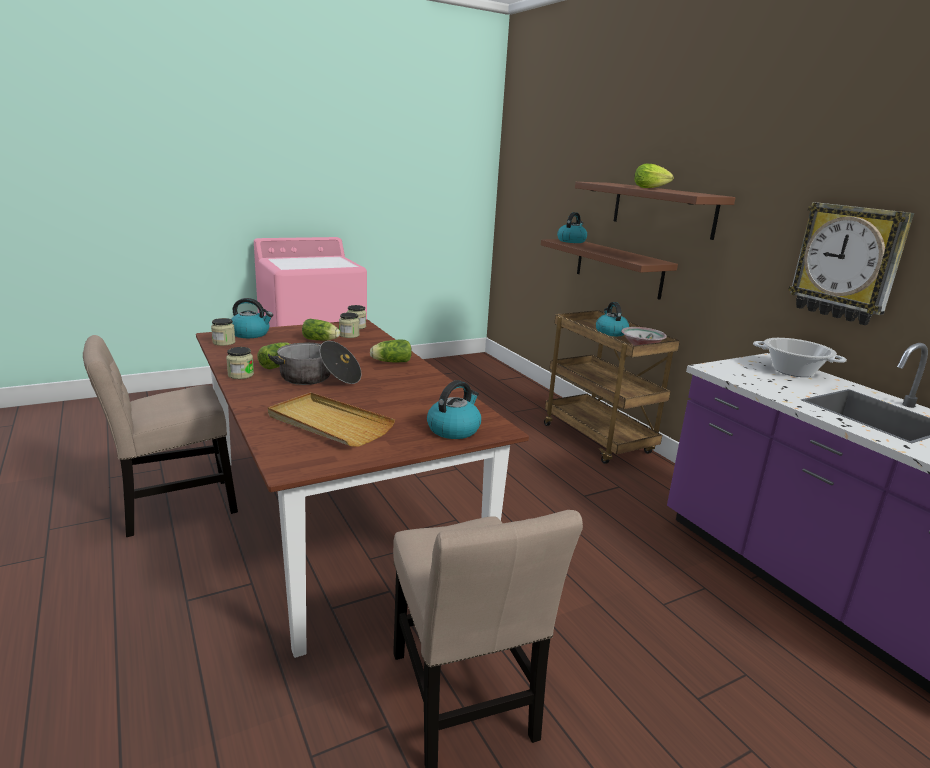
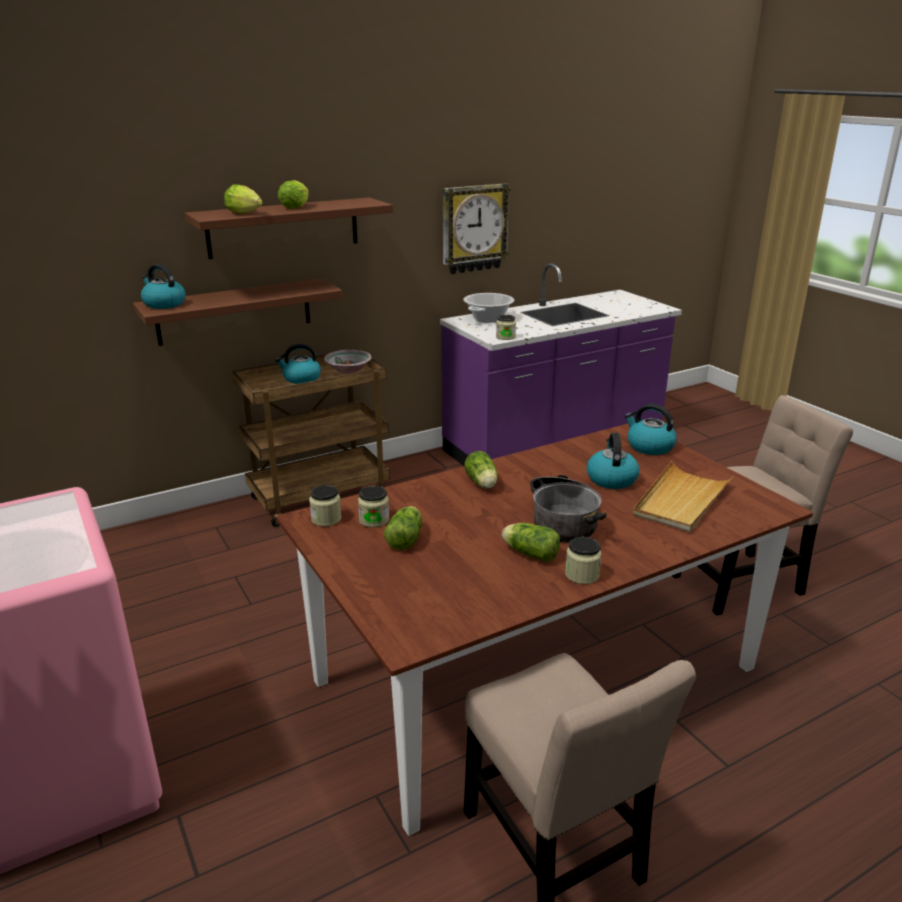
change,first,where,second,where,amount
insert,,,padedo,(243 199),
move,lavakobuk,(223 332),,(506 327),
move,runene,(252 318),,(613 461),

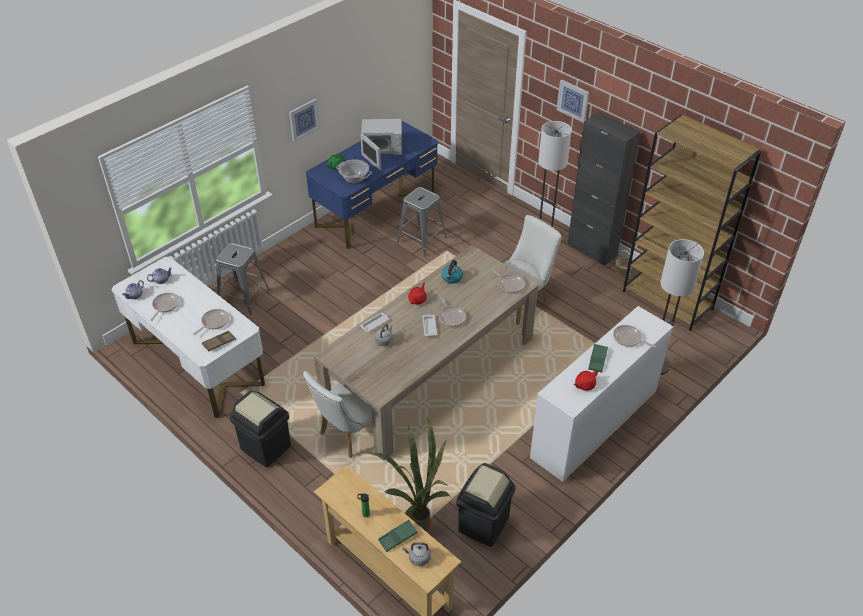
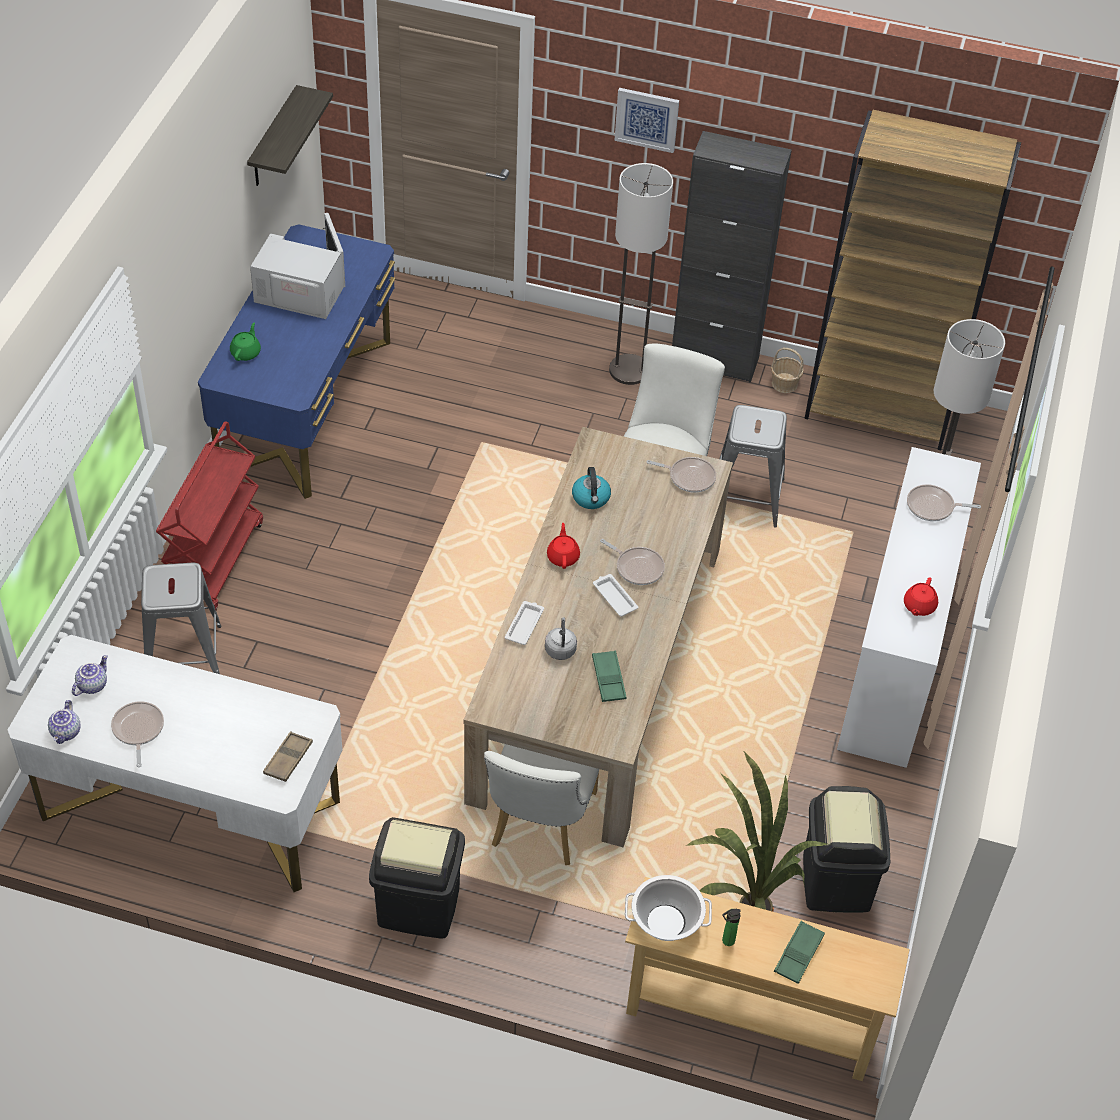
change,first,where,second,where,amount
insert,,,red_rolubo,(209 515),
insert,,,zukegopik,(290 135),
rotate,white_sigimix,(381 144),,(297 266),135 degrees counterclockwise
move,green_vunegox,(598 358),,(609 676),
move,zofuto,(354 171),,(668 908),
move,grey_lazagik,(422 221),,(753 466),
delete,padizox,(211 322),,,
delete,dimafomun,(304 120),,,
delete,grey_runene,(417 554),,,

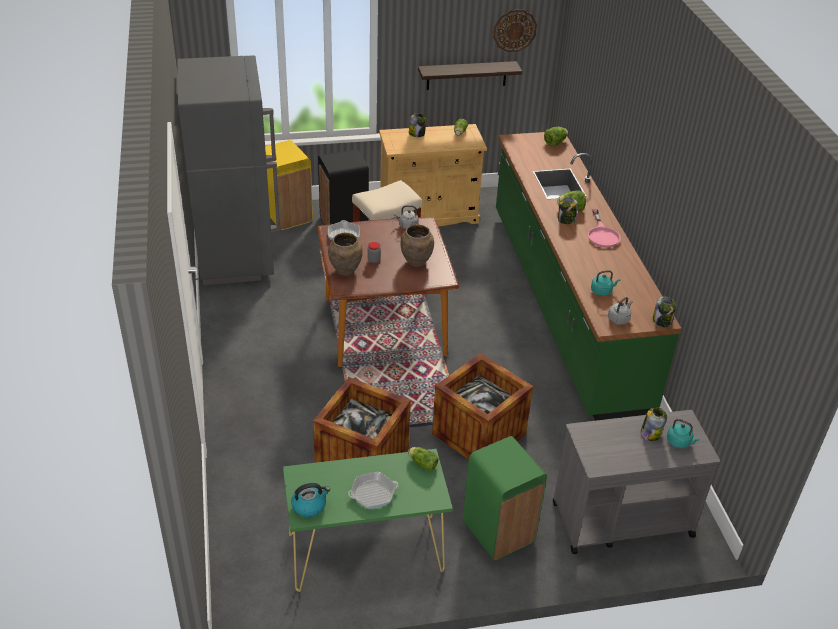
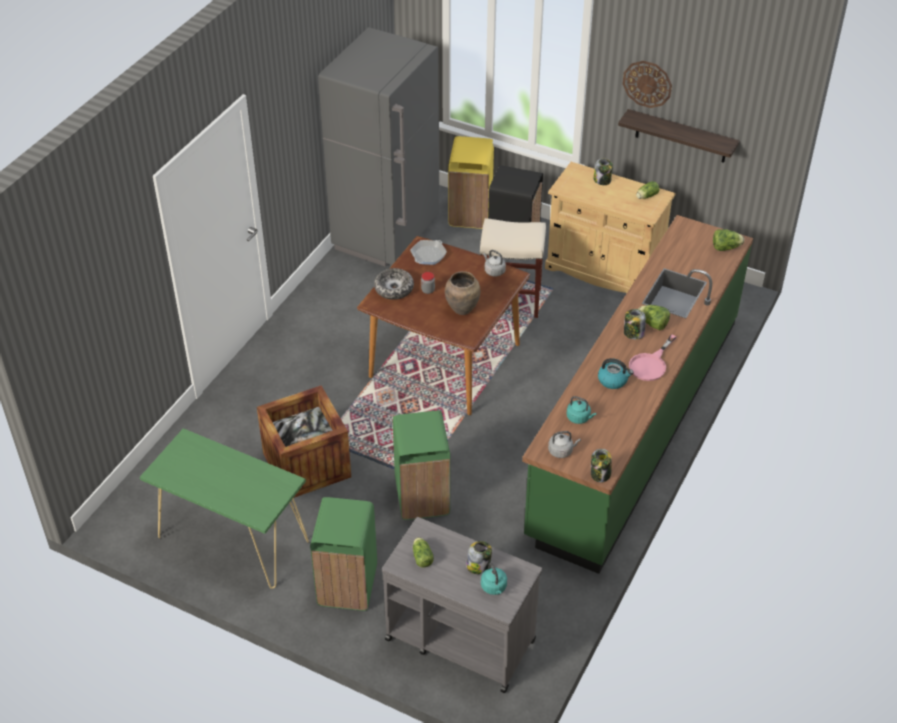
change,first,where,second,where,amount
replace,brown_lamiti,(345 254),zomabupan,(394 284),
replace,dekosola,(482 406),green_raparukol,(421 465),
move,padedo,(423 459),,(423 552),
move,runene,(310 500),,(616 373),
move,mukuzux,(515 31),,(647 84),
delete,padizox,(373 490),,,

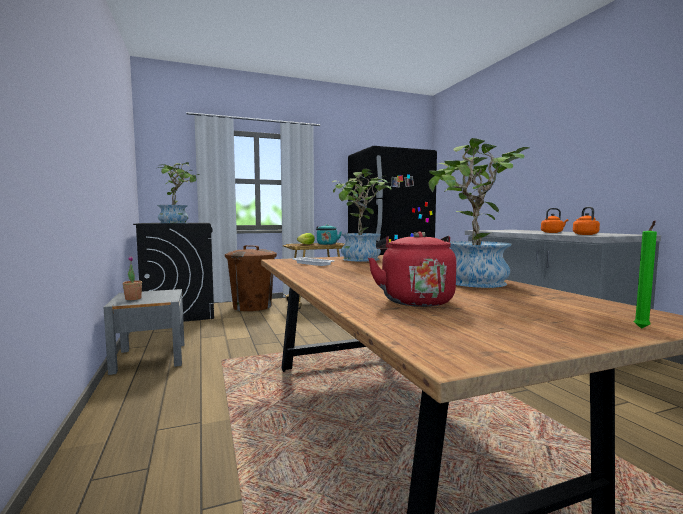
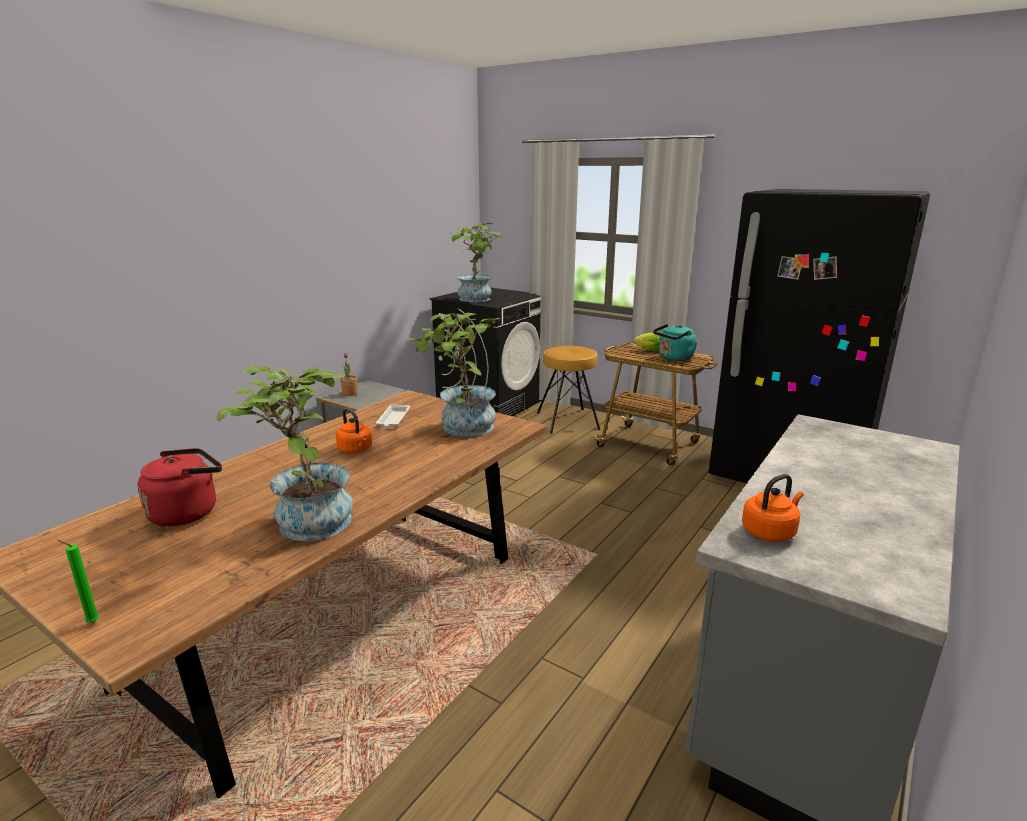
change,first,where,second,where,amount
move,orange_runene,(554 220),,(354 430),
replace,brown_raparukol,(251 278),brown_lazagik,(568 390),

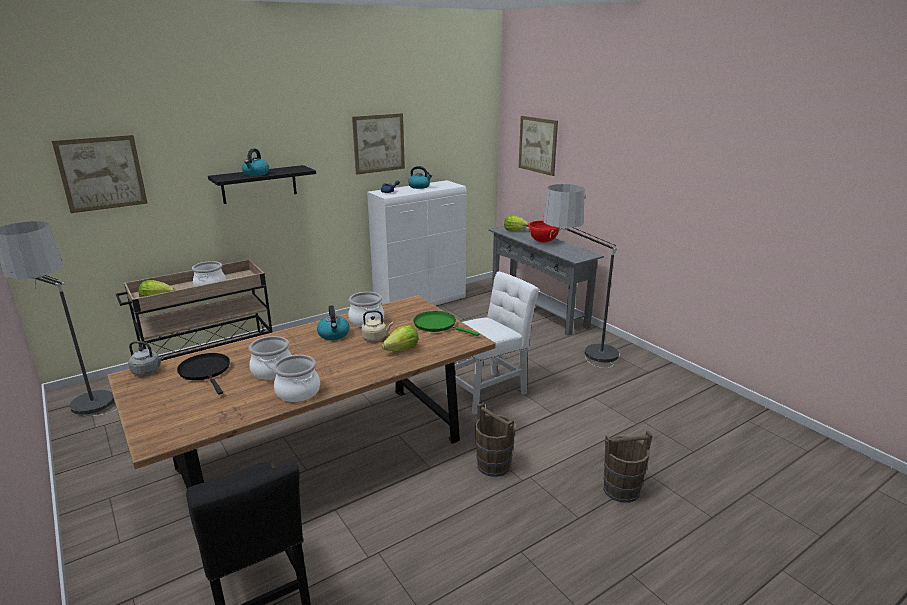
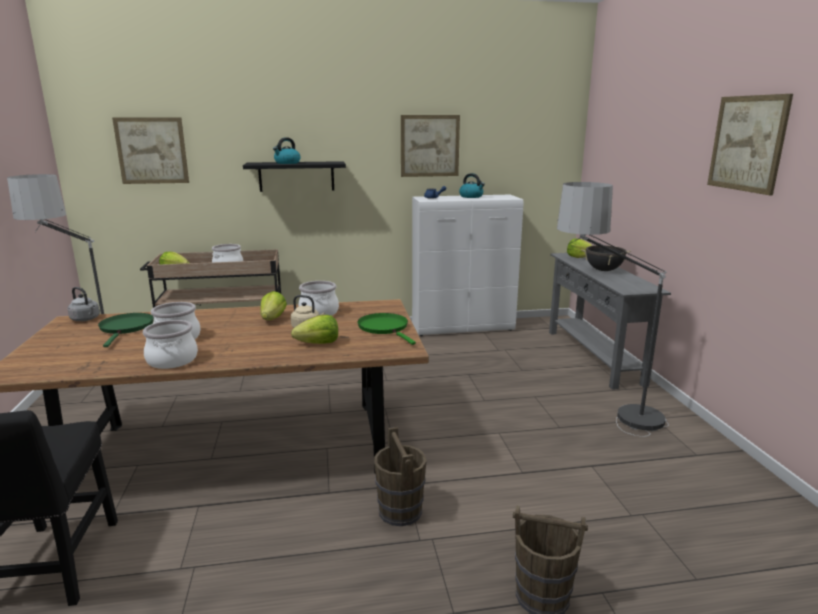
change,first,where,second,where,amount
recolor,black_padizox,(203 374),green_padizox,(126 330),
replace,runene,(333 322),padedo,(273 305),
recolor,red_zofuto,(543 231),black_zofuto,(606 258),
move,dimafomun,(538 146),,(750 144),
delete,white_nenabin,(492 343),,,

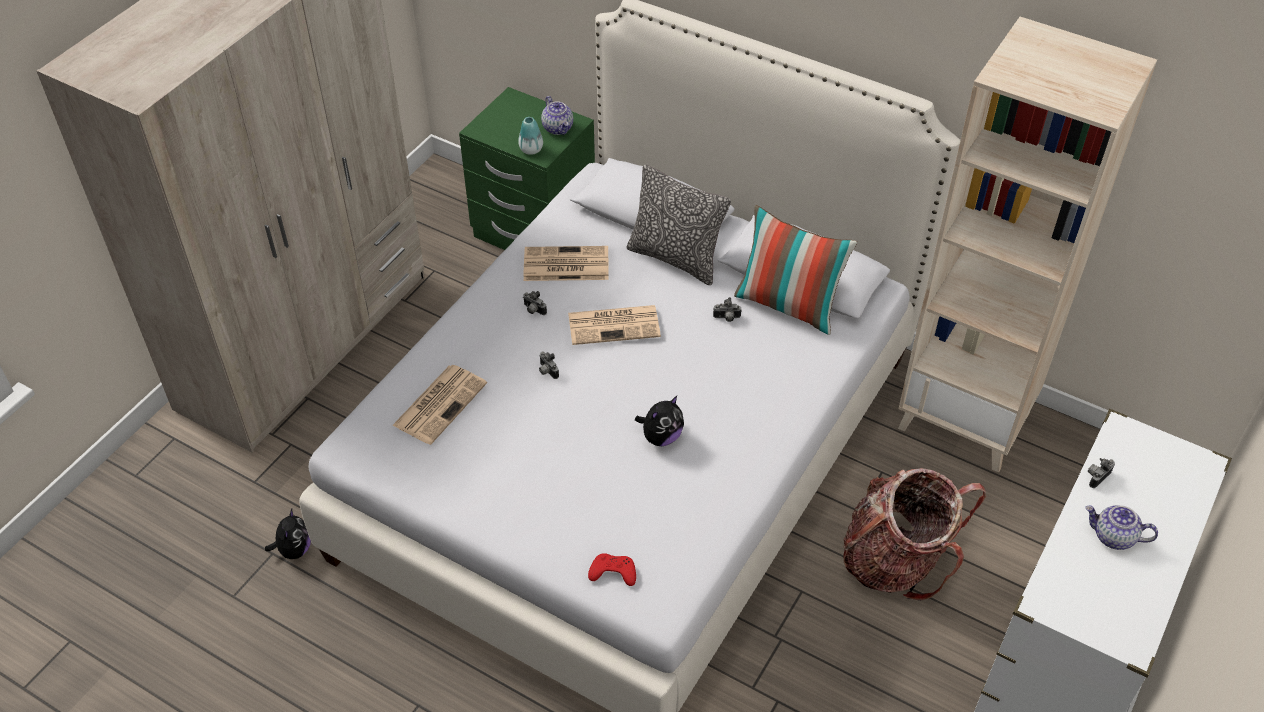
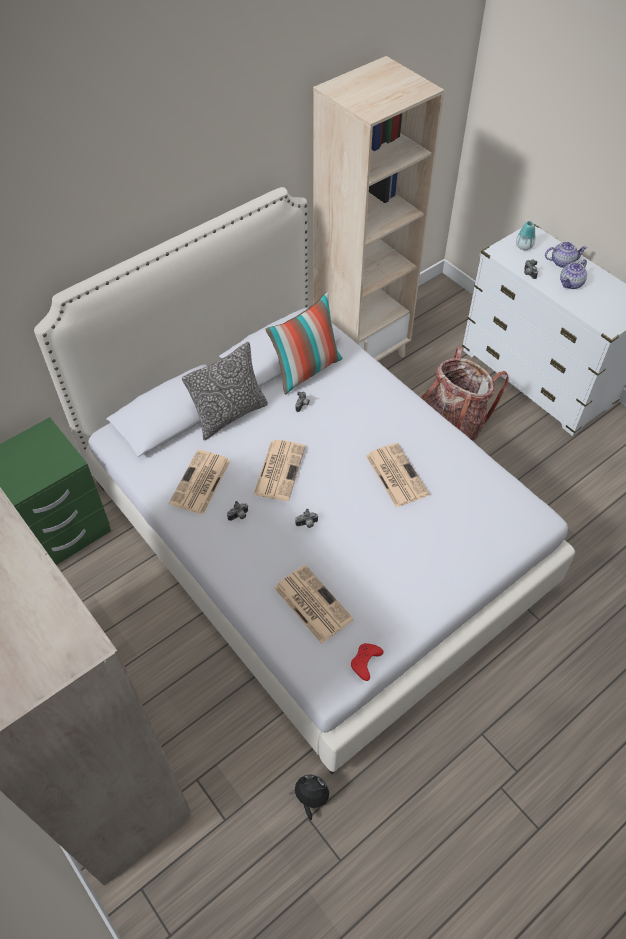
change,first,where,second,where,amount
move,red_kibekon,(612 569),,(367 662),
replace,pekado,(659 421),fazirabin,(398 475),
move,lamiti,(530 136),,(526 235),
move,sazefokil,(557 115),,(566 255),

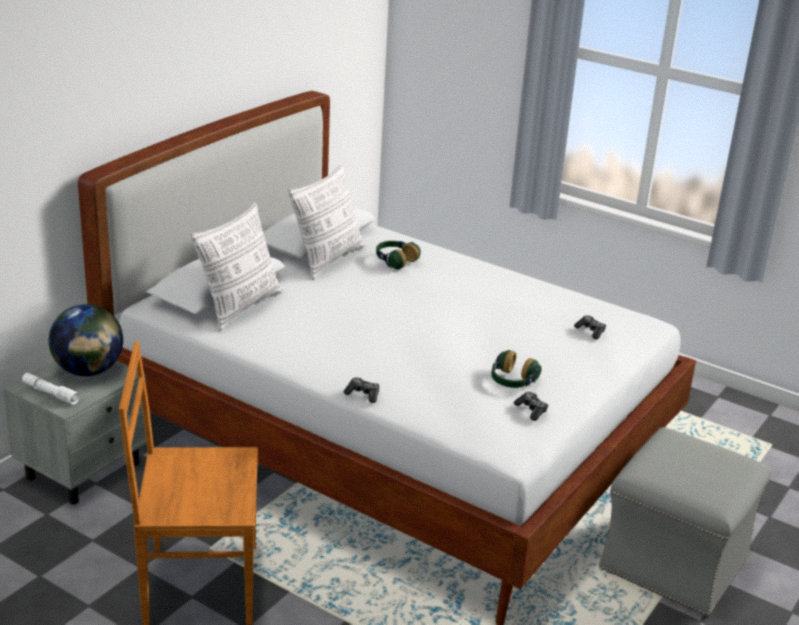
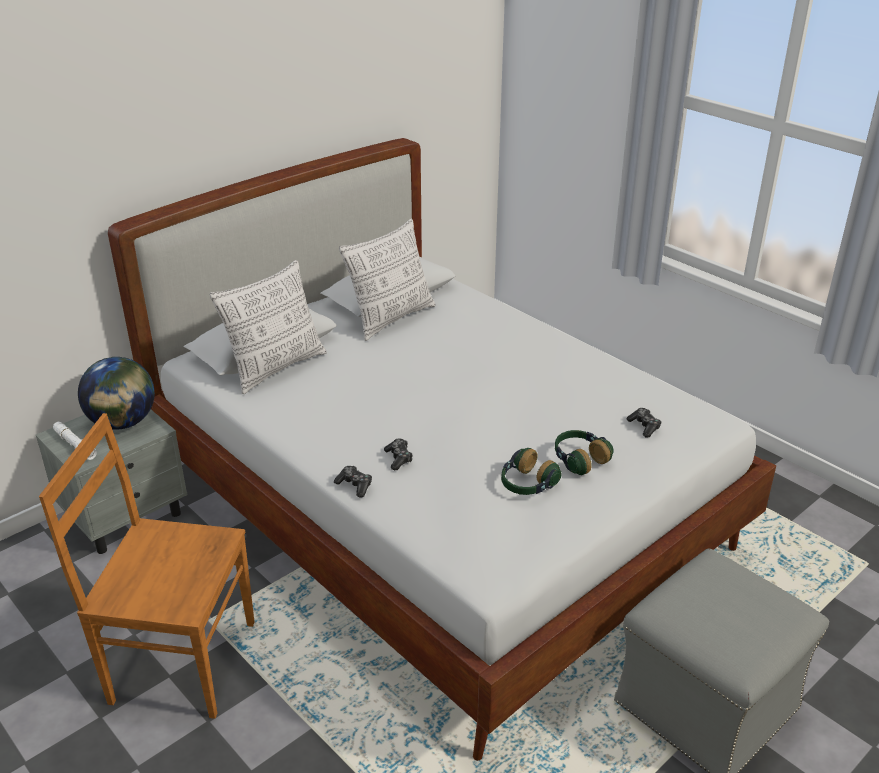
change,first,where,second,where,amount
move,kibekon,(531 406),,(398 454),
move,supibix,(398 255),,(584 452),

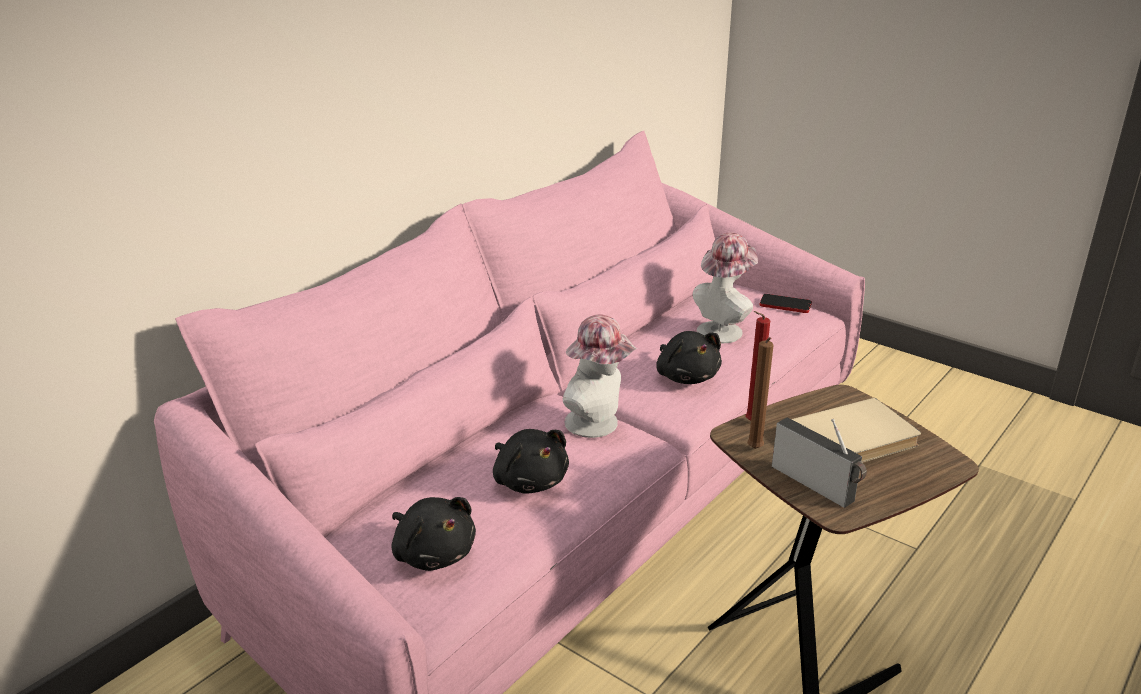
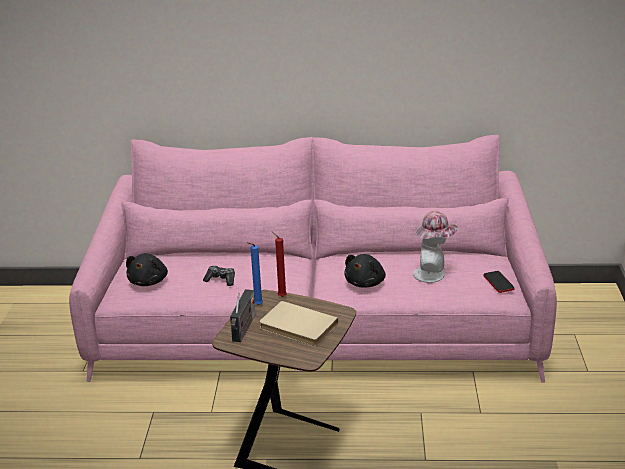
change,first,where,second,where,amount
replace,black_pekado,(531 461),kibekon,(219 276),
recolor,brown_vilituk,(760 393),blue_vilituk,(255 273),
delete,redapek,(600 376),,,

